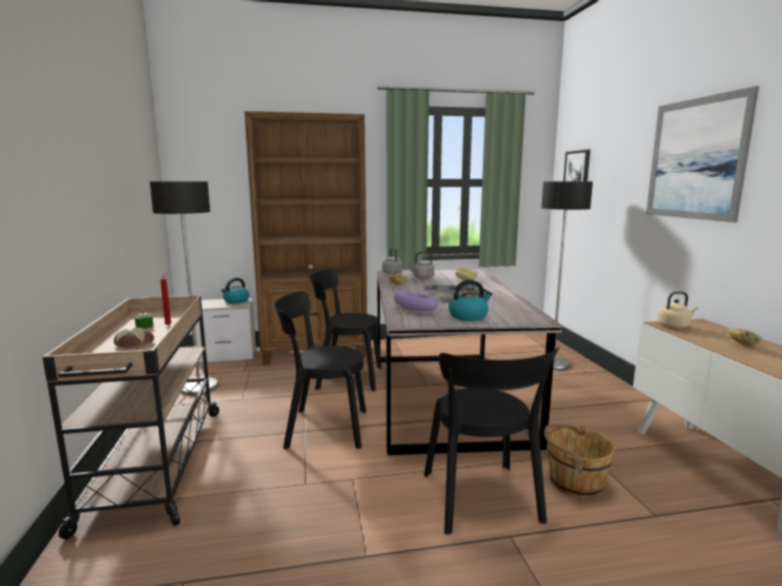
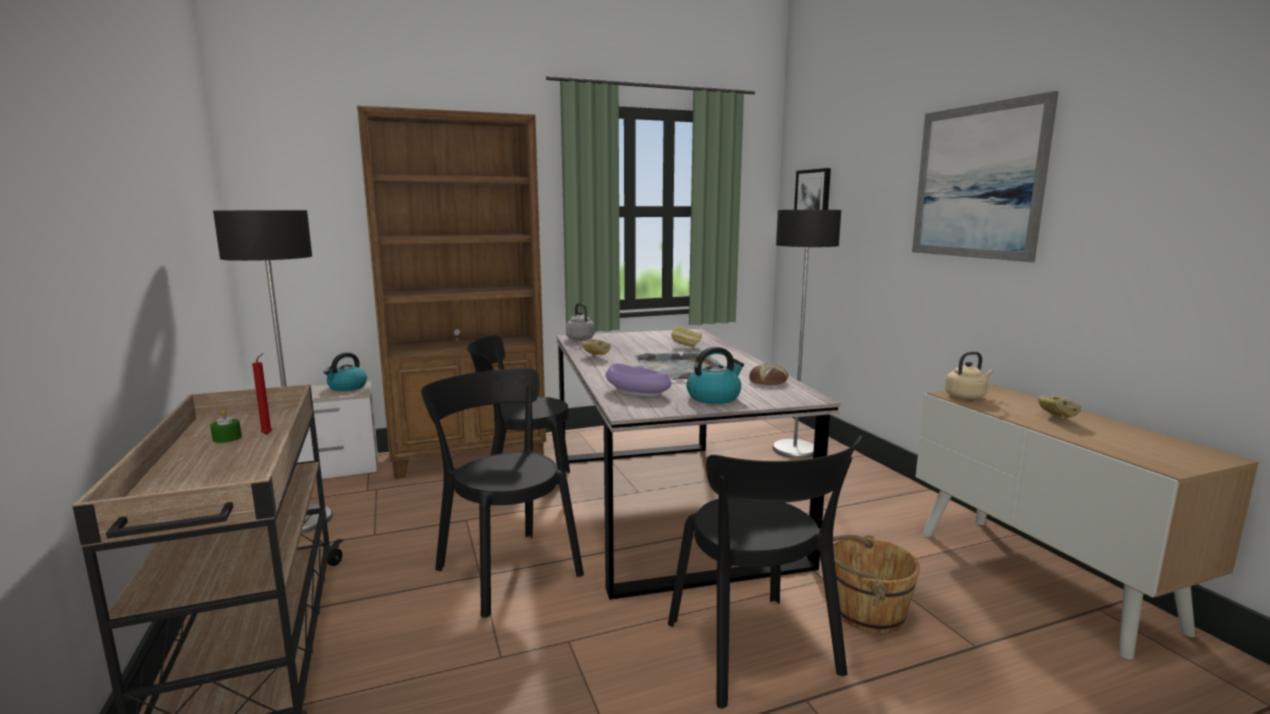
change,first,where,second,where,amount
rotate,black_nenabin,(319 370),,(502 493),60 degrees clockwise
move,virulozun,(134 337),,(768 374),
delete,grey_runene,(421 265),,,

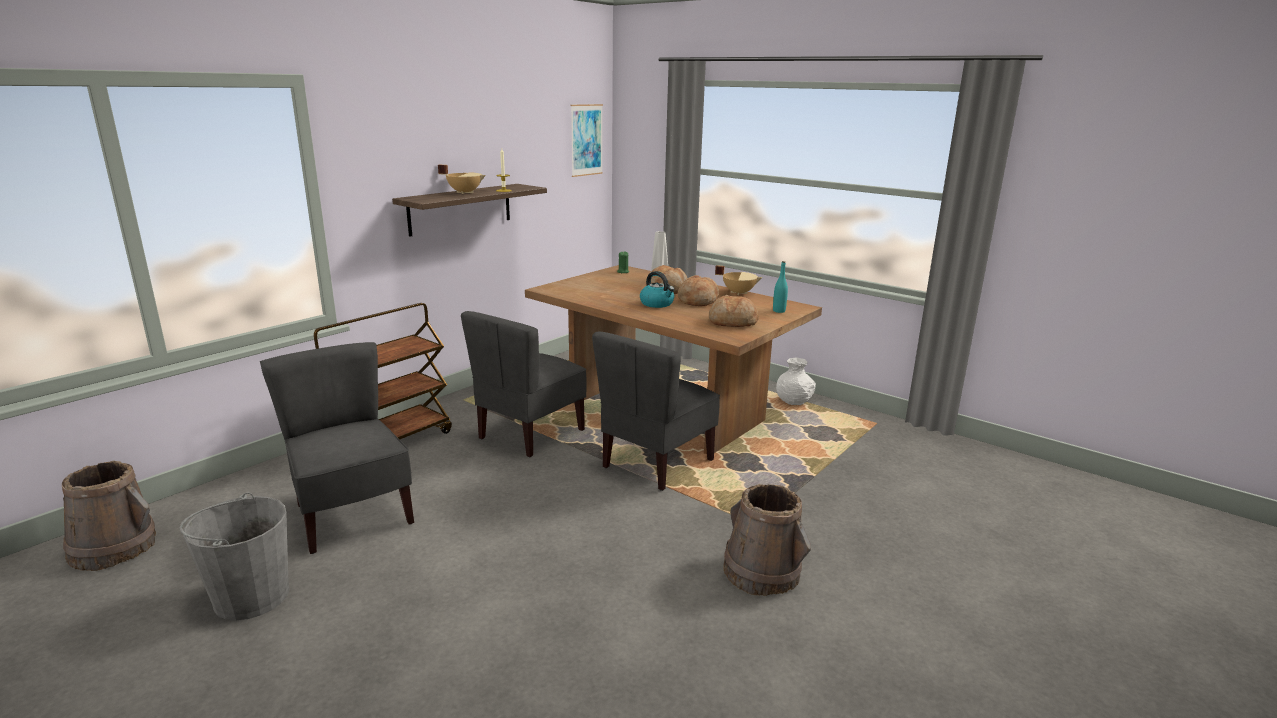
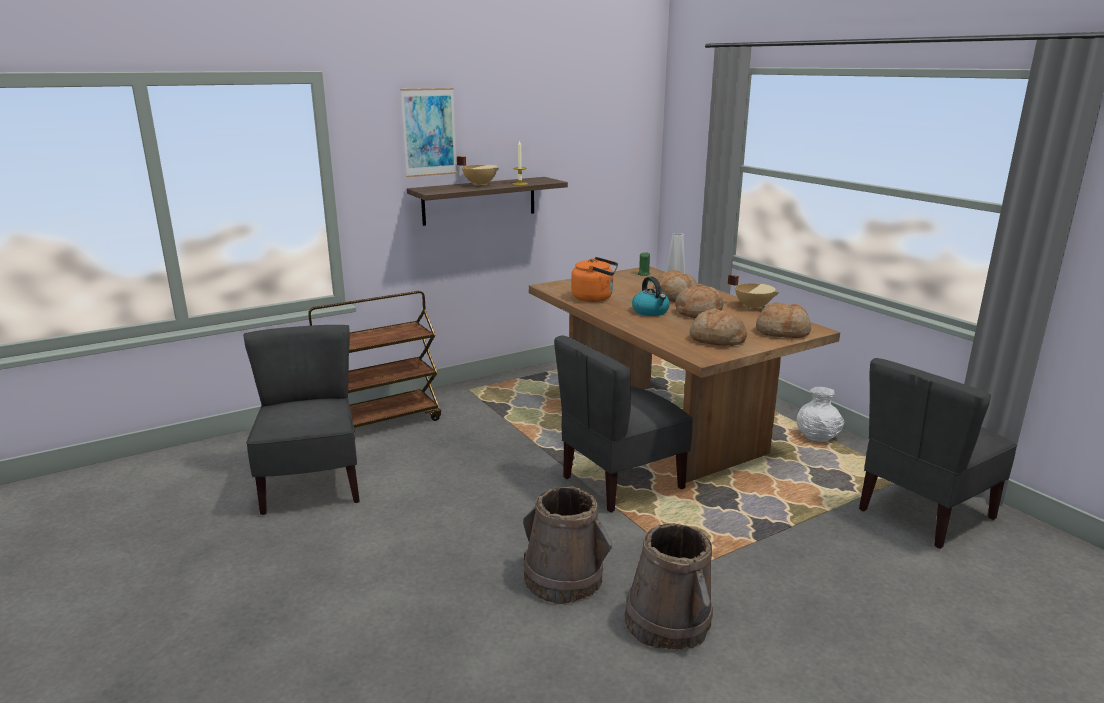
change,first,where,second,where,amount
move,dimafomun,(587 140),,(428 132),
move,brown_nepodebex,(109 515),,(567 545),
insert,,,orange_runene,(594 279),
replace,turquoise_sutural,(780 287),virulozun,(783 320),
move,grey_nenabin,(524 384),,(938 453),
delete,grey_nepodebex,(235 556),,,

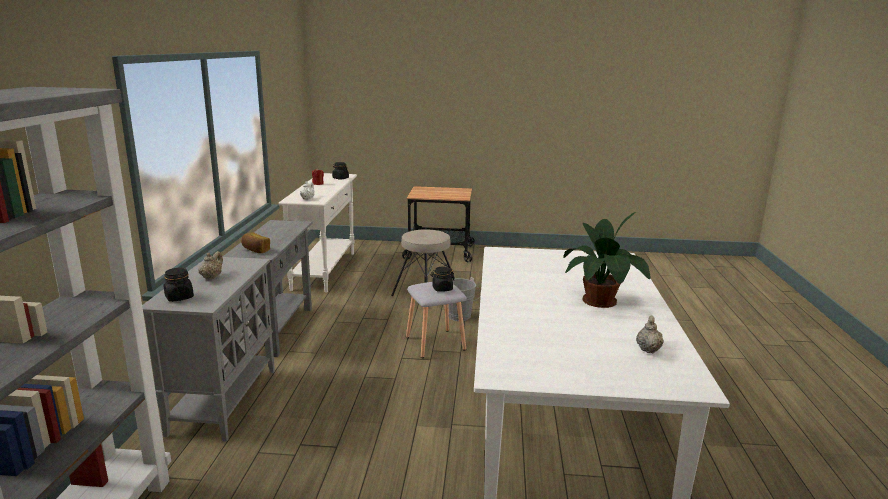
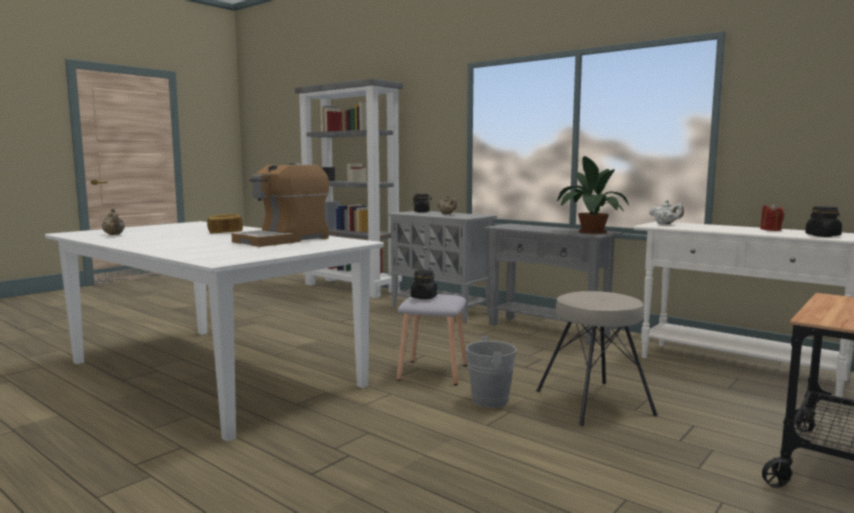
change,first,where,second,where,amount
move,virulozun,(255 243),,(225 224),
insert,,,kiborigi,(280 205),
move,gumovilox,(607 260),,(593 195),

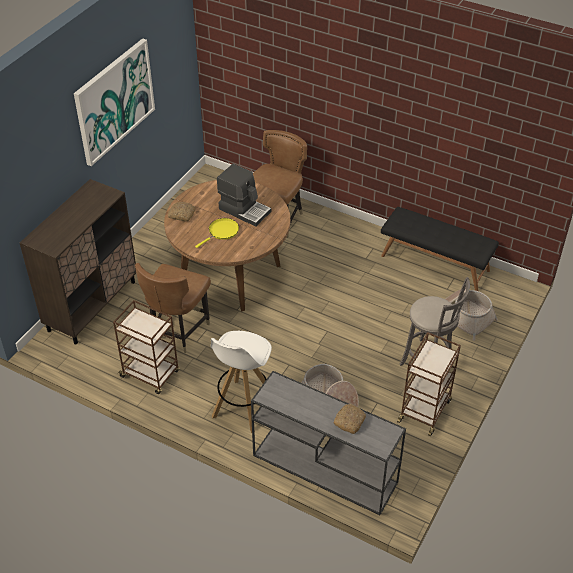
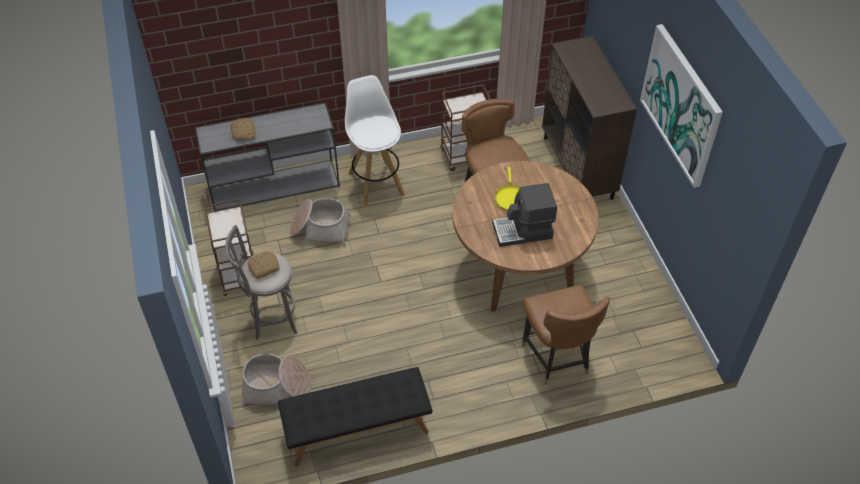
change,first,where,second,where,amount
move,virulozun,(181 211),,(264 265),

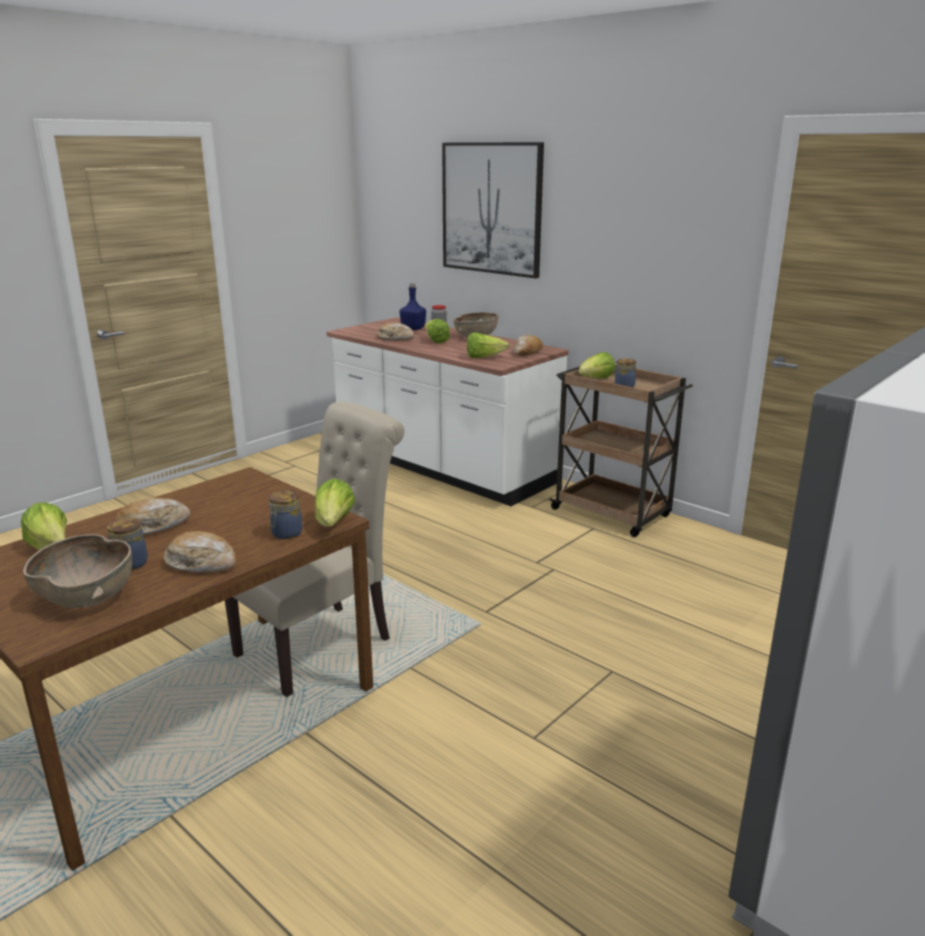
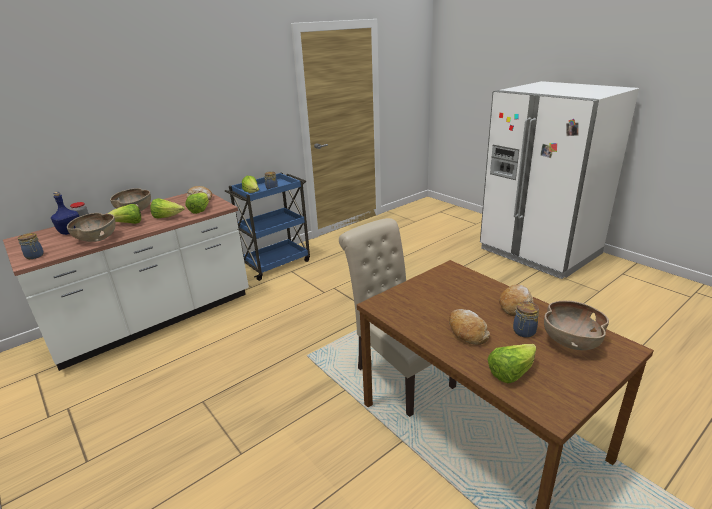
change,first,where,second,where,amount
move,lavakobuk,(285 514),,(31 246),
replace,virulozun,(395 331),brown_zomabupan,(91 227),
move,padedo,(335 503),,(167 208),
recolor,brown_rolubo,(621 451),blue_rolubo,(267 226),
delete,dimafomun,(493 210),,,

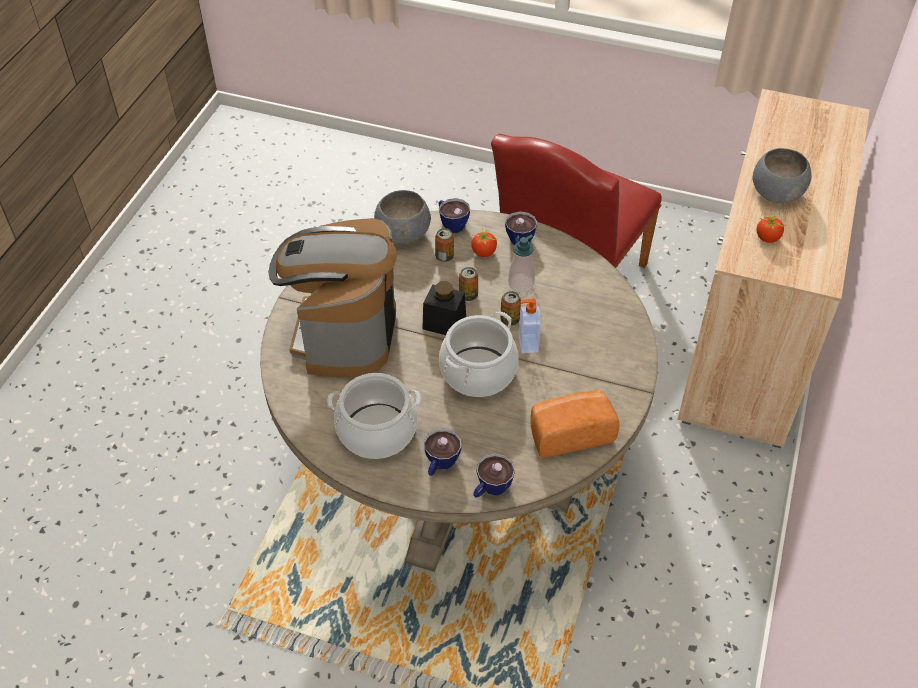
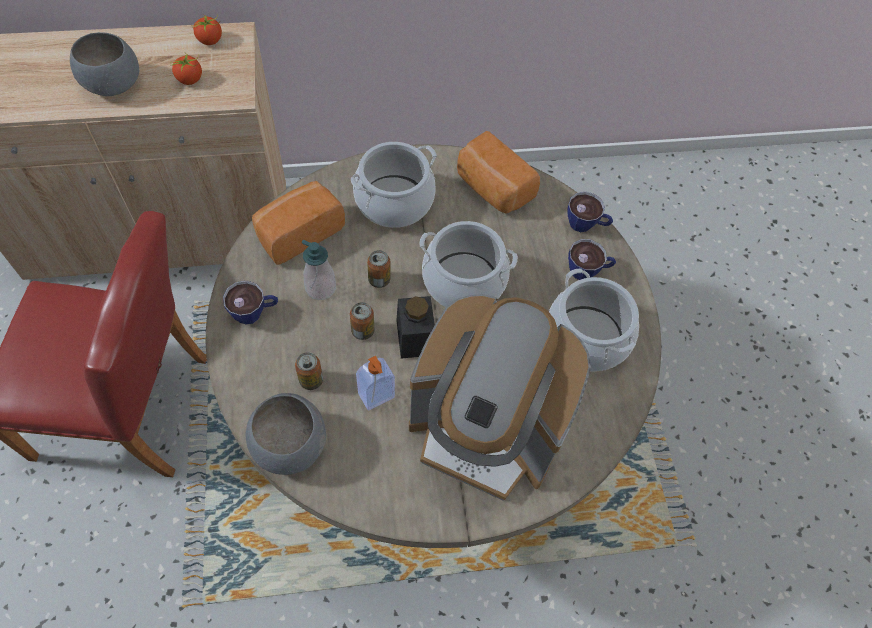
change,first,where,second,where,amount
move,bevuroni,(484 243),,(206 29),
insert,,,virulozun,(298 223),
insert,,,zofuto,(394 185),
move,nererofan,(530 326),,(375 383),
rotate,kiborigi,(332 297),,(500 397),45 degrees clockwise
delete,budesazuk,(454 215),,,

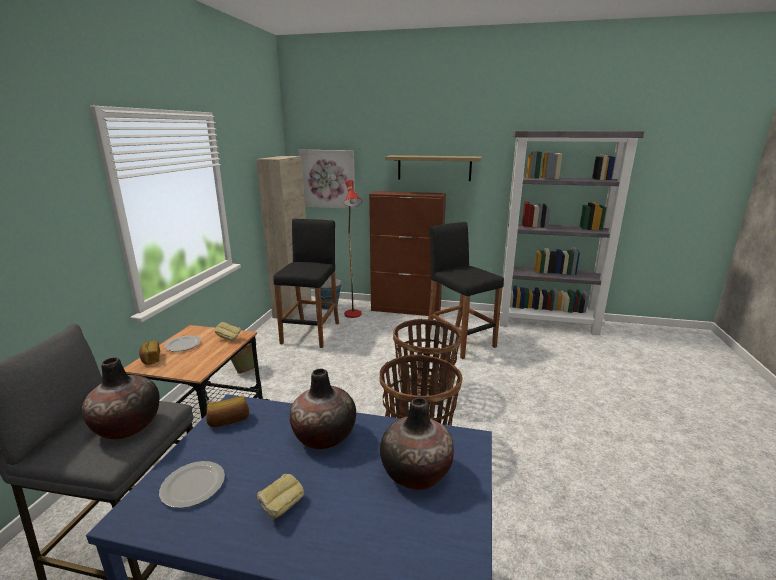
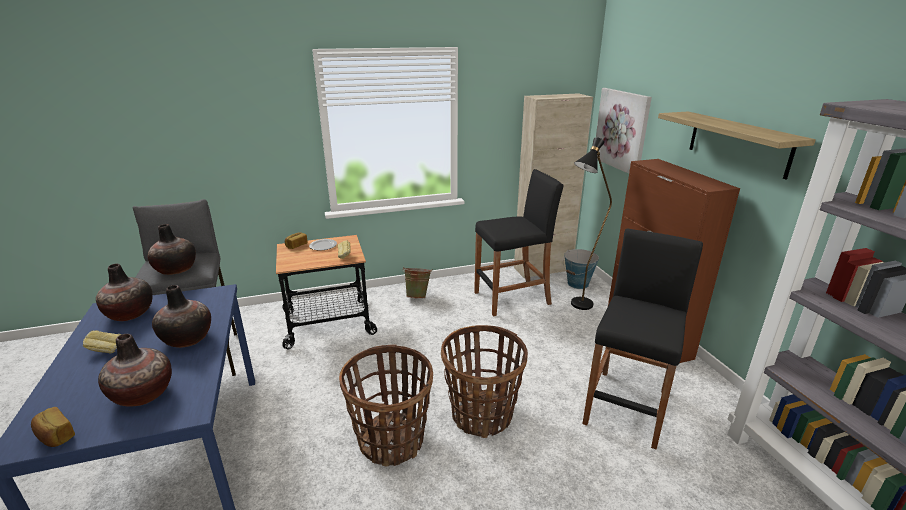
change,first,where,second,where,amount
move,virulozun,(227 411),,(53 427),
replace,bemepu,(192 484),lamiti,(124 292),
recolor,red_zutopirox,(353 249),black_zutopirox,(591 223),

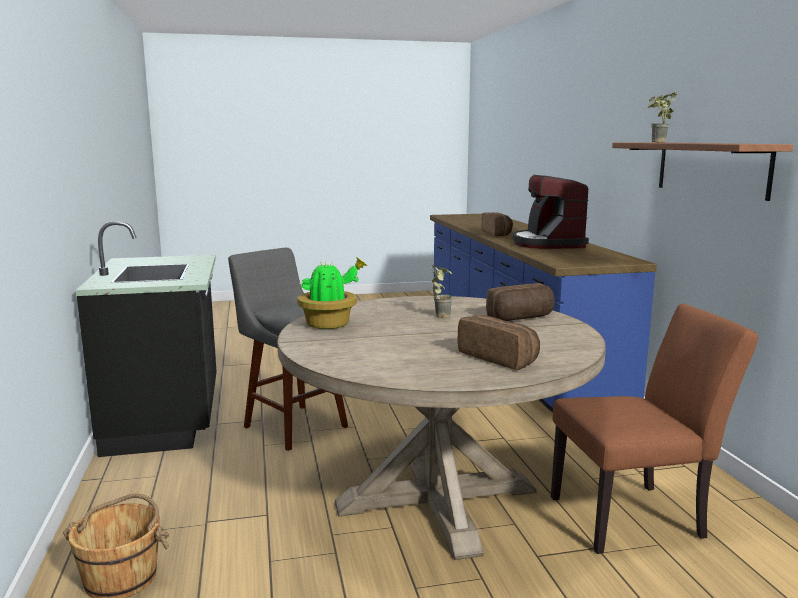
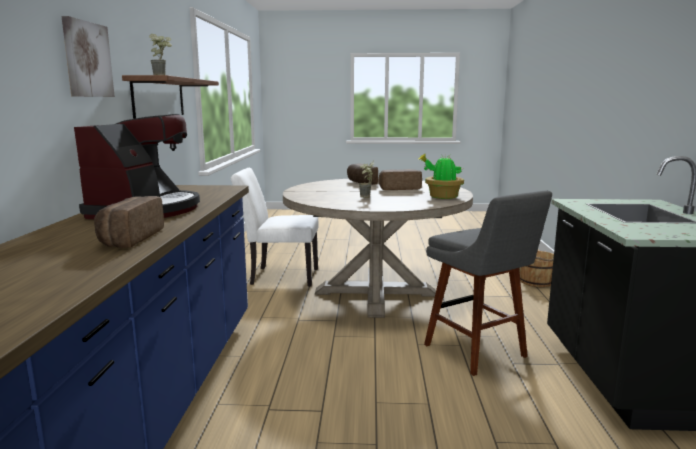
change,first,where,second,where,amount
insert,,,dimafomun,(88 56),
recolor,brown_nenabin,(654 429),white_nenabin,(274 227),
move,virulozun,(520 302),,(400 179),

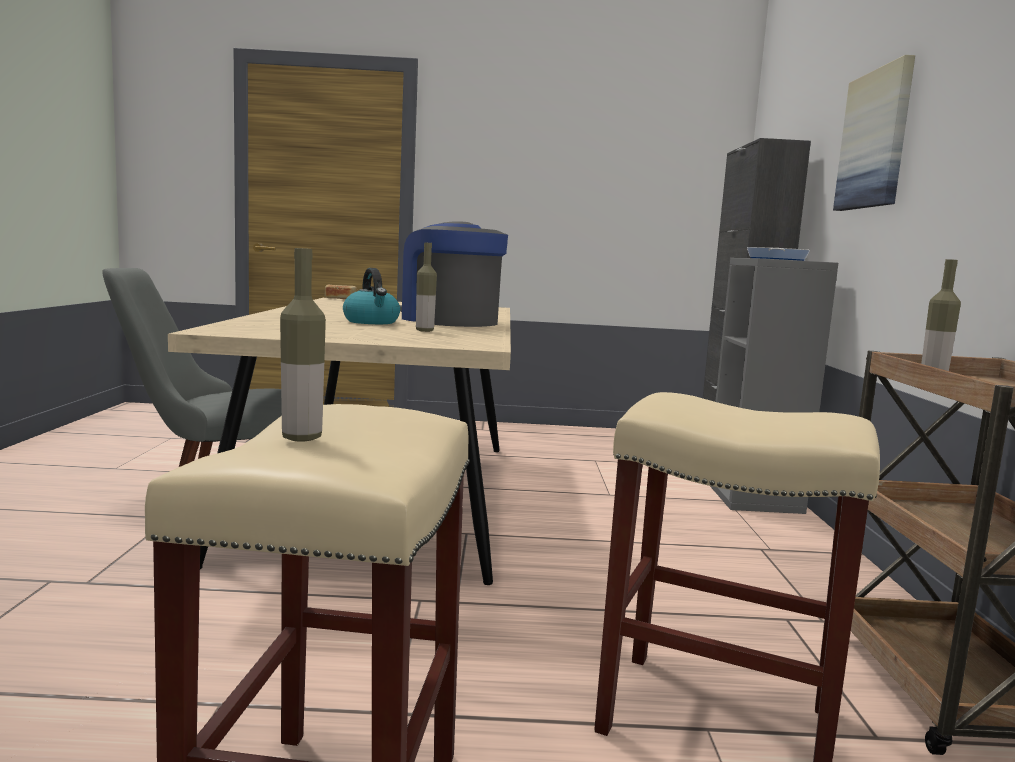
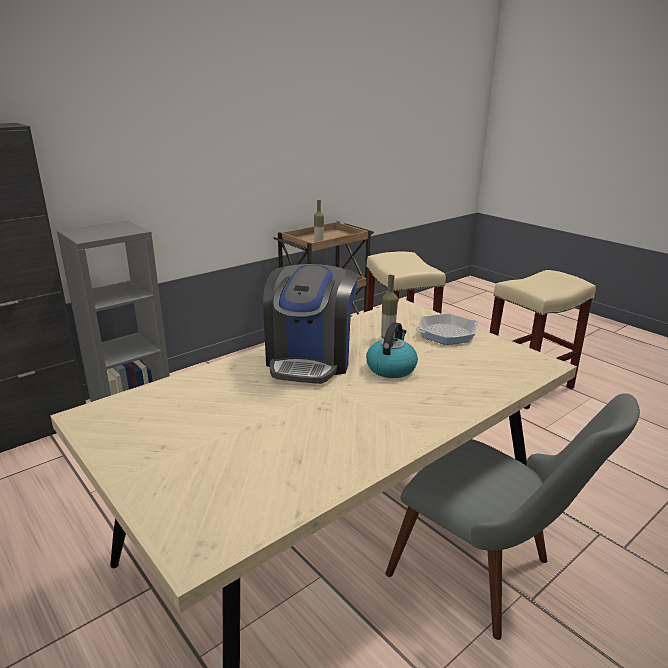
change,first,where,second,where,amount
move,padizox,(778 254),,(447 329),
delete,sutural,(303 345),,,
delete,virulozun,(341 292),,,
delete,dimafomun,(874 133),,,

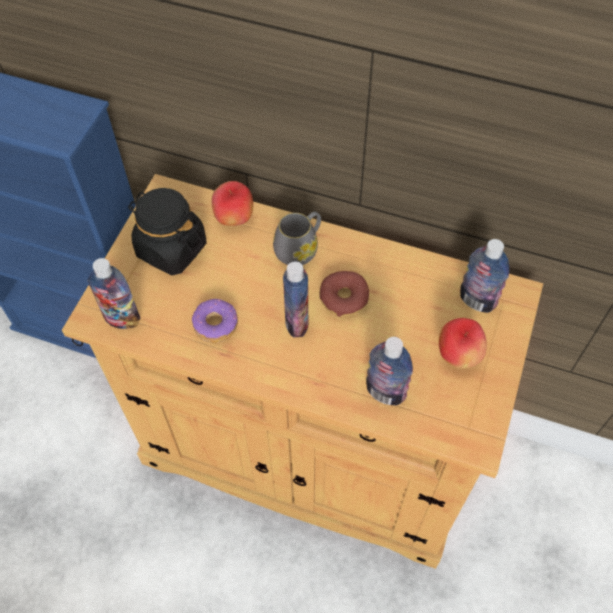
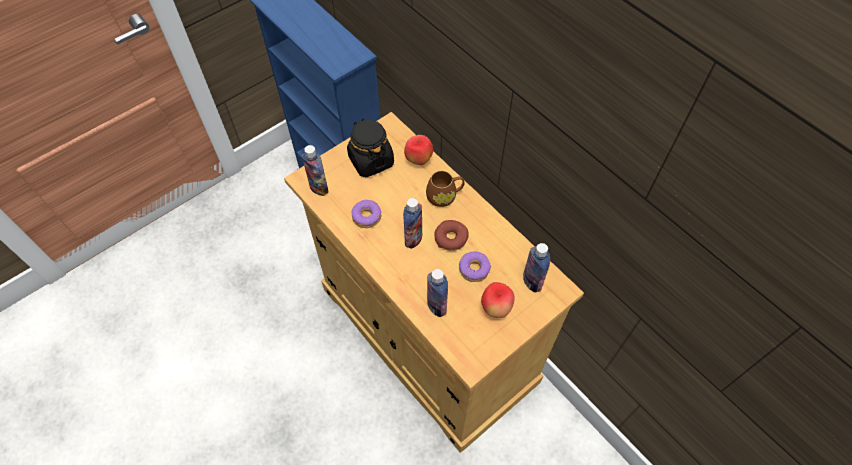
change,first,where,second,where,amount
recolor,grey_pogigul,(297 238),brown_pogigul,(445 189),
insert,,,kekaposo,(475 266),

